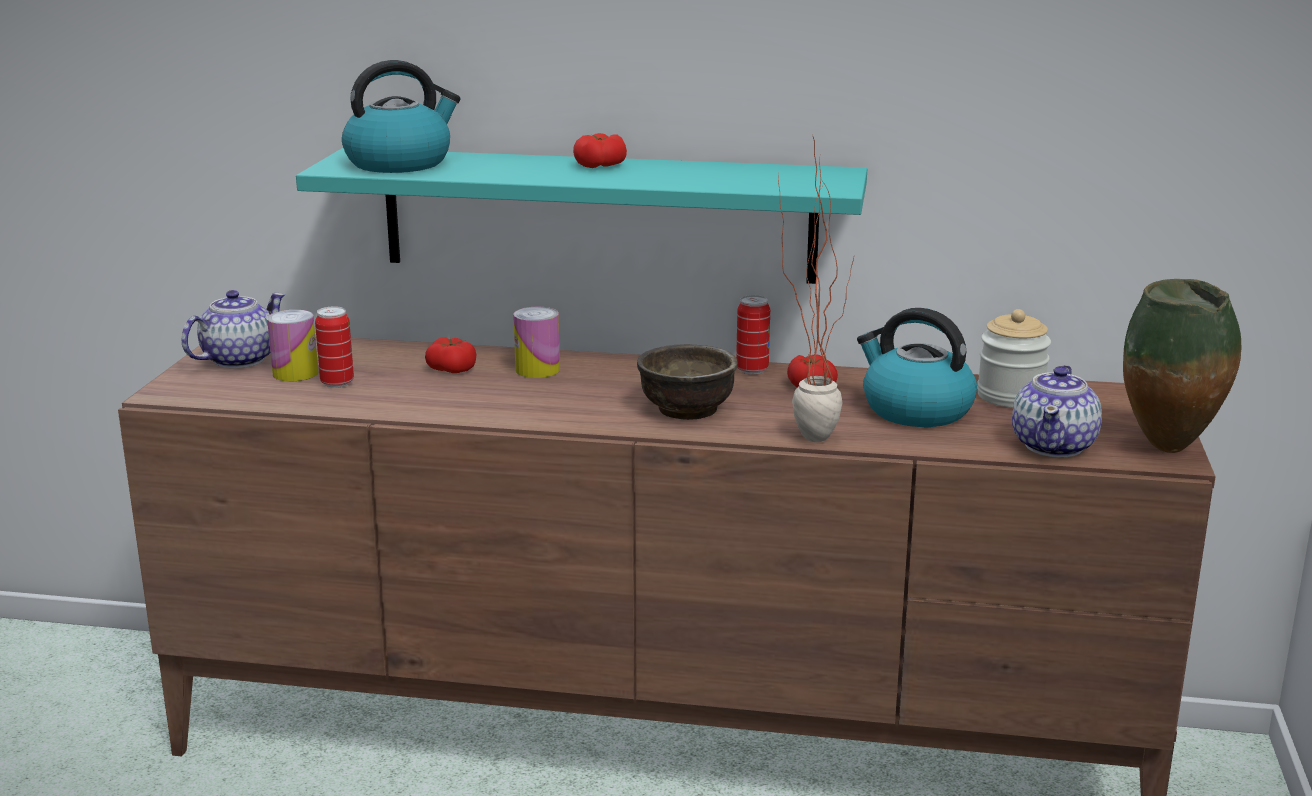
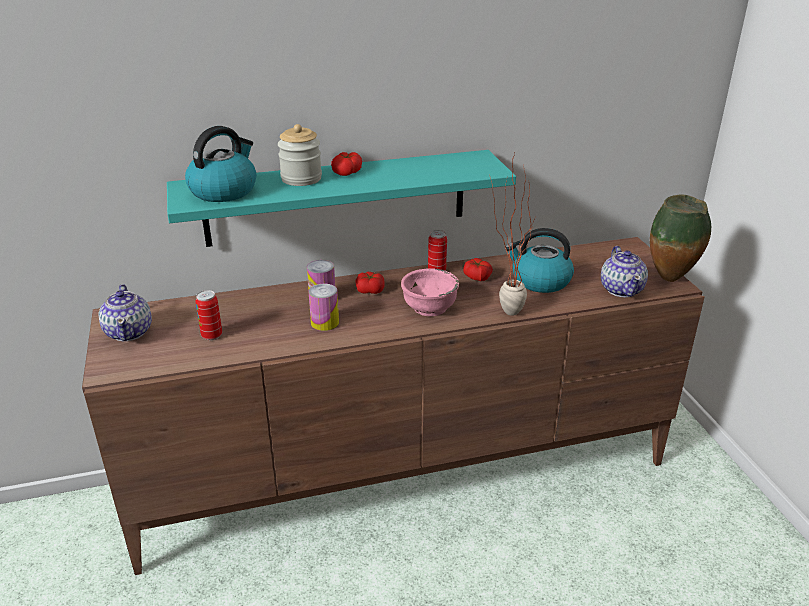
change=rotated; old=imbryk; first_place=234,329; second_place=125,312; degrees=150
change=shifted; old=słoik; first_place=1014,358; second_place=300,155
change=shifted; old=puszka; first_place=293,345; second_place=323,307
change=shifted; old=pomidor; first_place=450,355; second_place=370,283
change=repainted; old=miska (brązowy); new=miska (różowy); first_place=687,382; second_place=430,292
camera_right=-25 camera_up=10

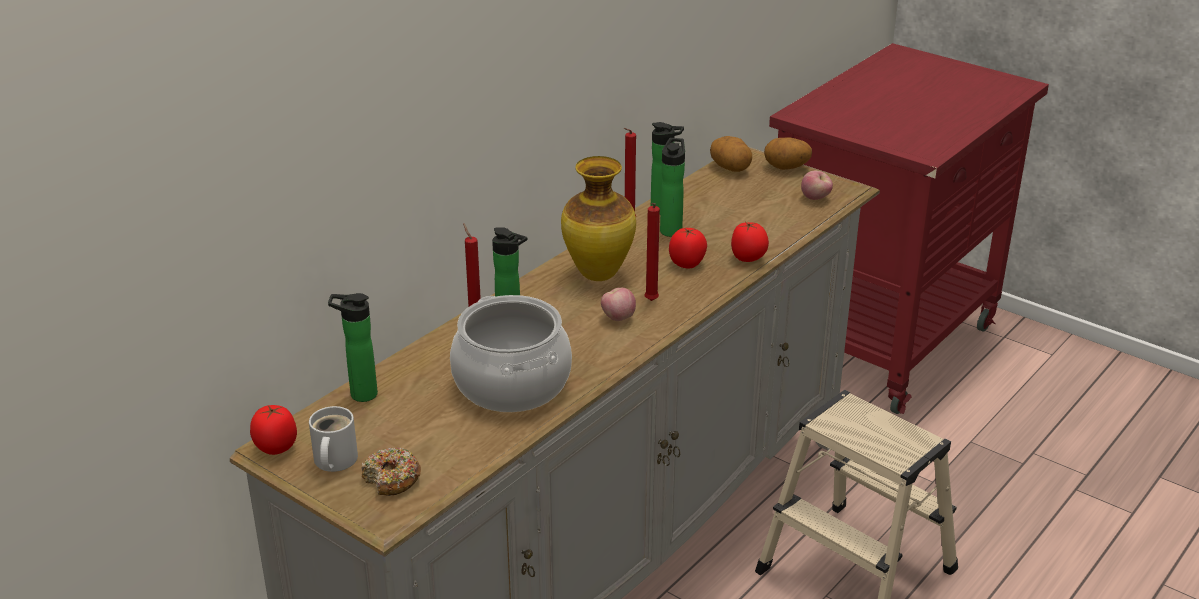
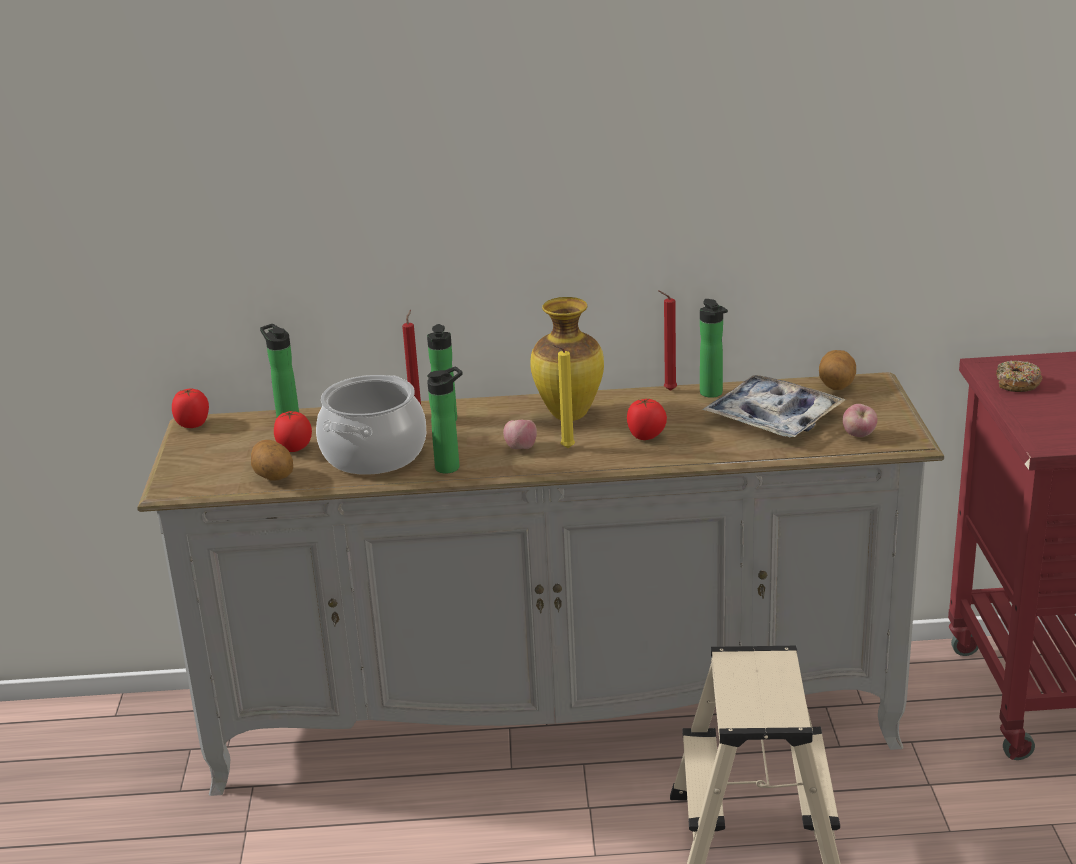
change=shifted; old=ziemniak; first_place=788,153; second_place=272,460
change=shifted; old=pomidor; first_place=750,242; second_place=293,431
change=shifted; old=butelka; first_place=672,187; second_place=445,420
change=repainted; old=świeca (czerwony); new=świeca (żółty); first_place=652,252; second_place=564,396
change=new; new=taca; second_place=774,406
change=shifted; old=donut; first_place=391,471; second_place=1019,376
change=gone; old=kubek (biały); first_place=333,439
camera_right=50 camera_up=-5

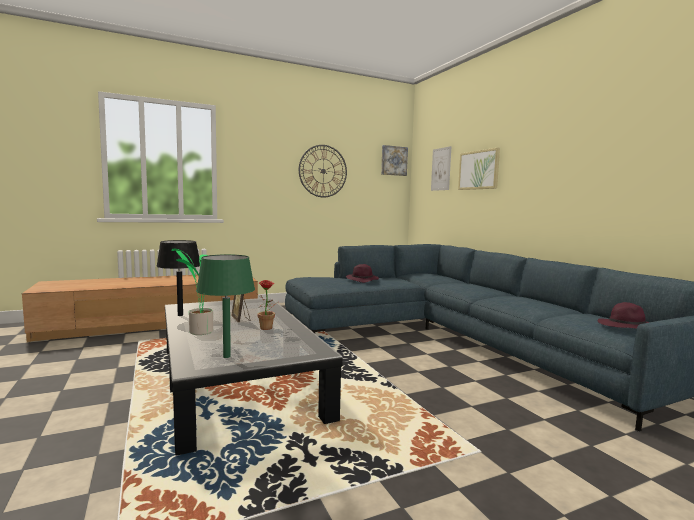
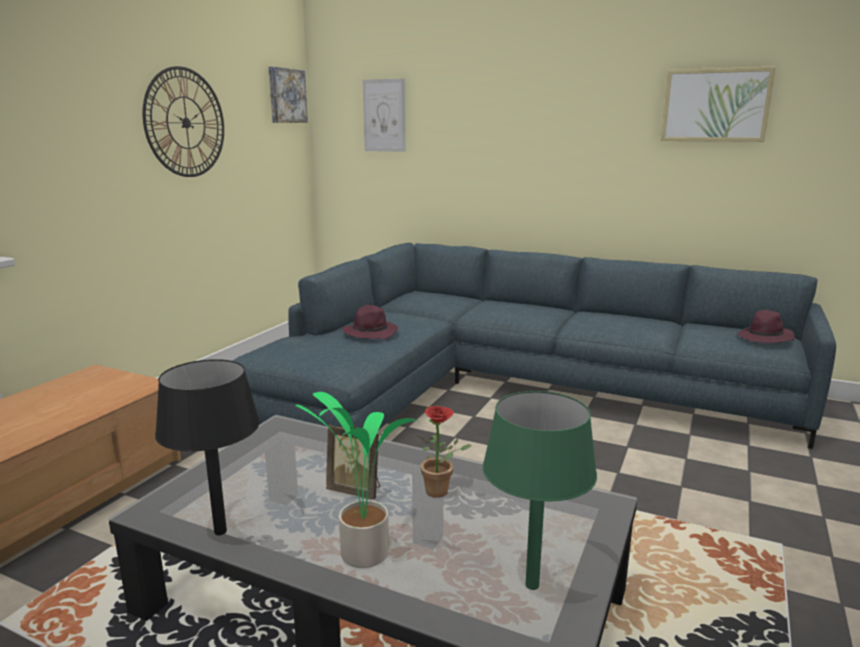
change=shifted; old=obraz; first_place=479,169; second_place=718,104
camera_right=-40 camera_up=10

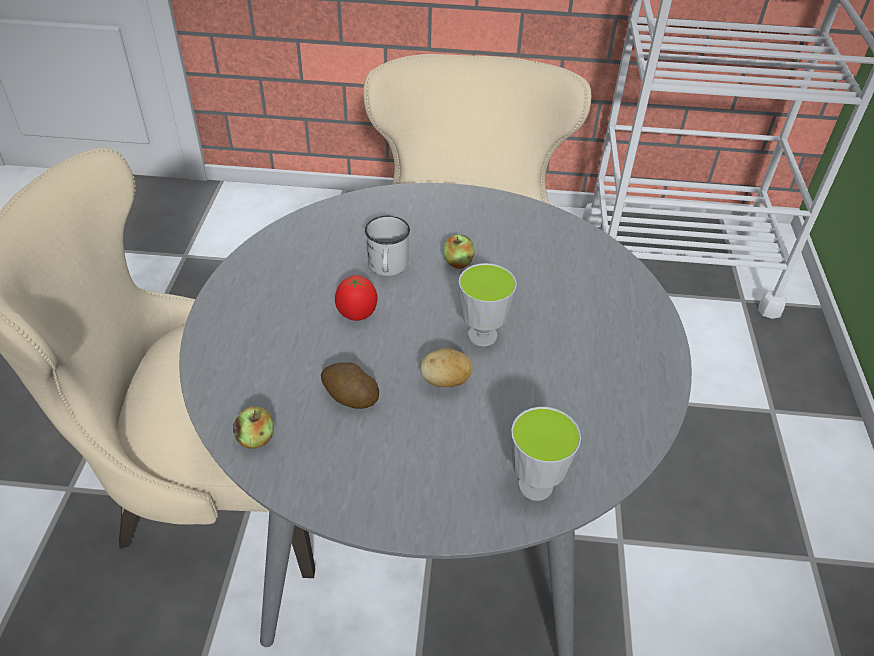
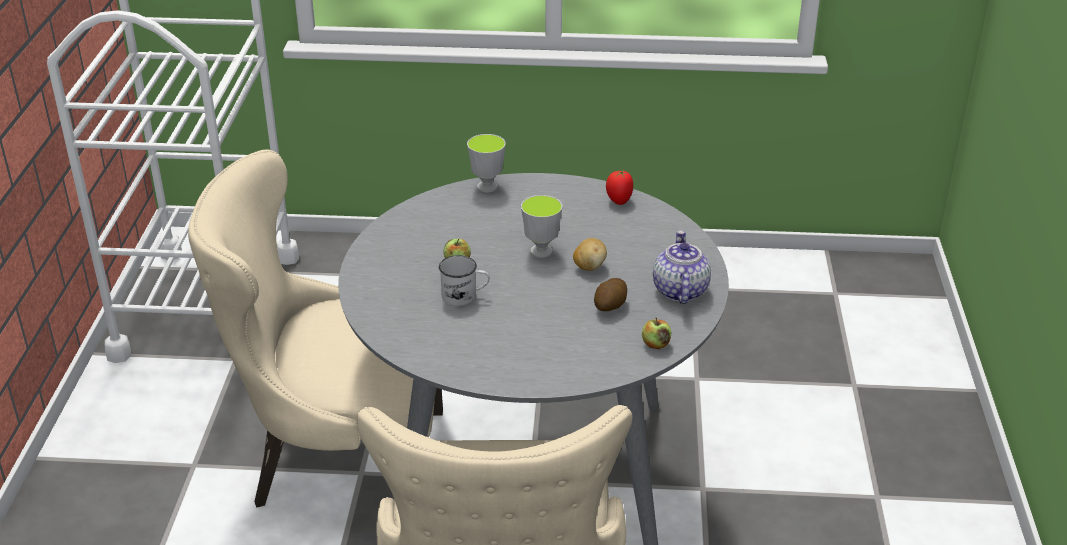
change=shifted; old=filiżanka; first_place=546,454; second_place=486,163
change=shifted; old=pomidor; first_place=356,298; second_place=619,187
change=new; new=imbryk; second_place=682,267
camera_right=-90 camera_up=-10

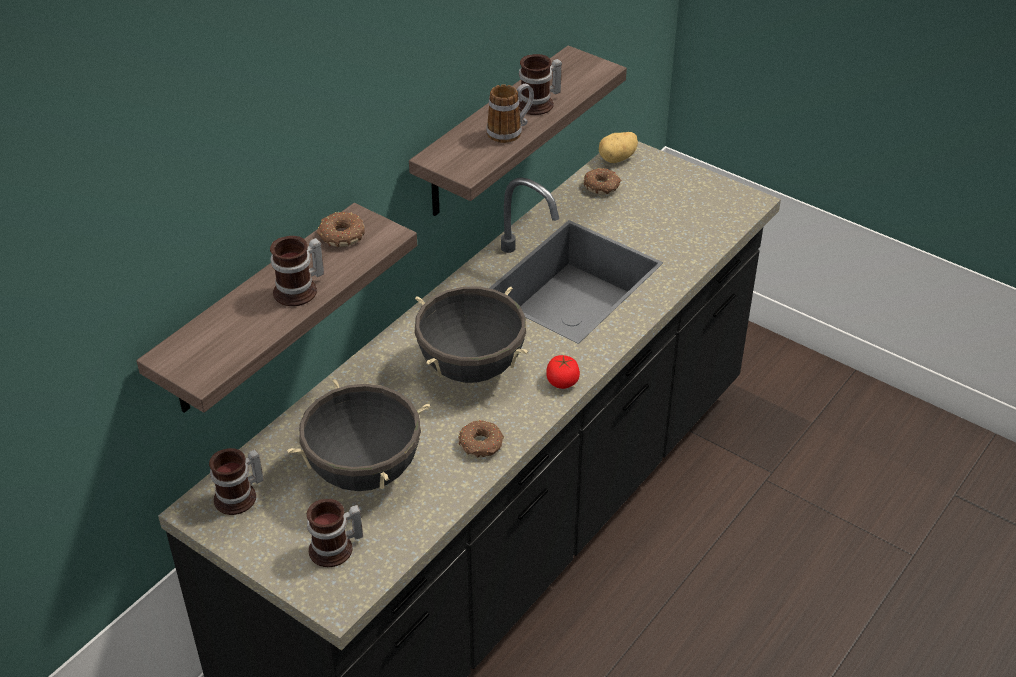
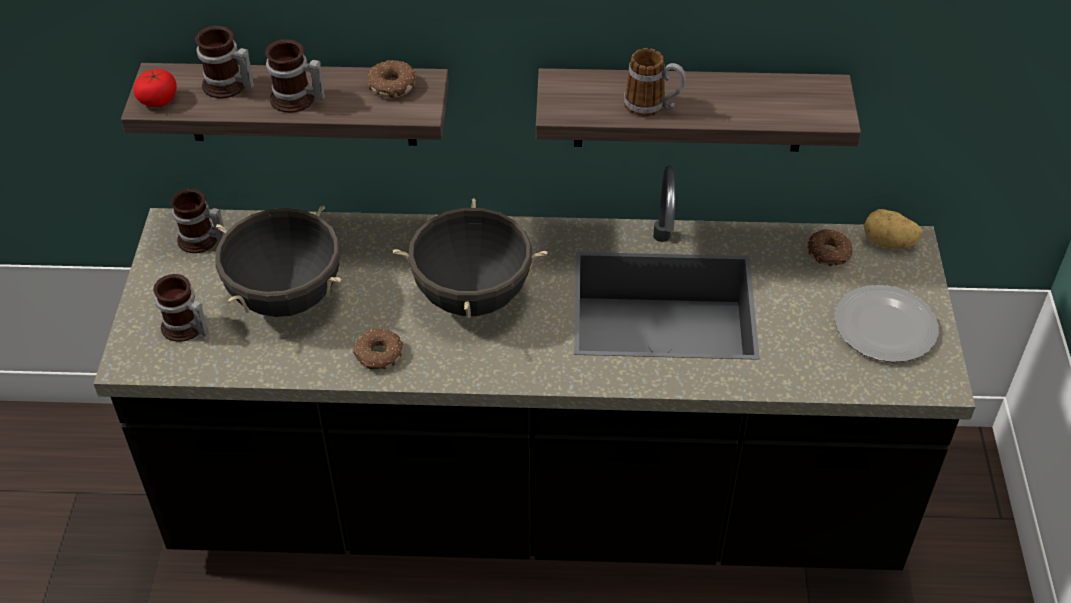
change=shifted; old=pomidor; first_place=563,372; second_place=155,88
change=shifted; old=kubek; first_place=540,84; second_place=224,62
change=new; new=talerz; second_place=887,323
camera_right=55 camera_up=5

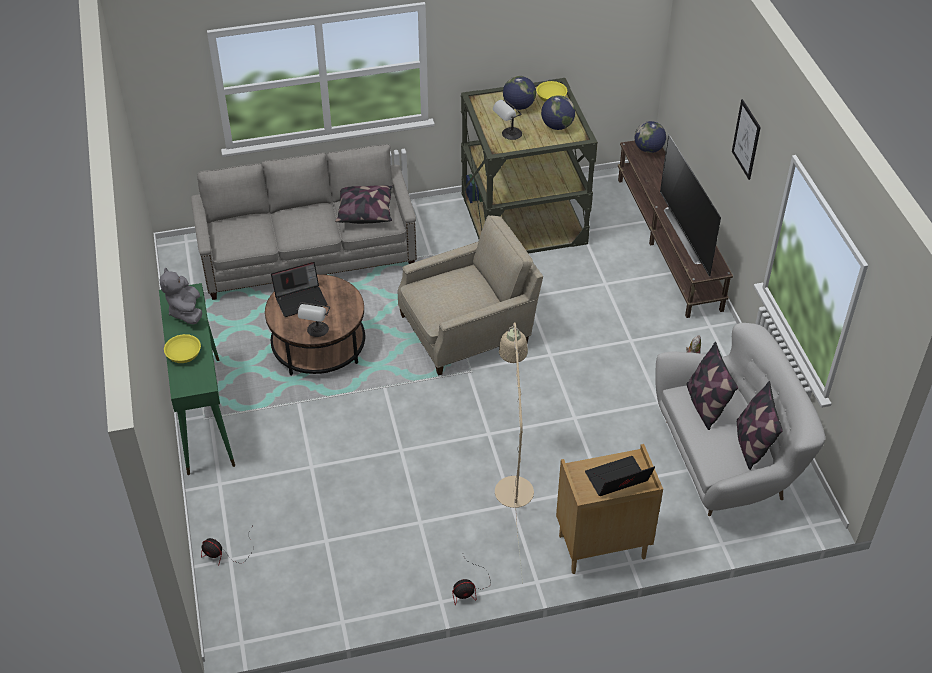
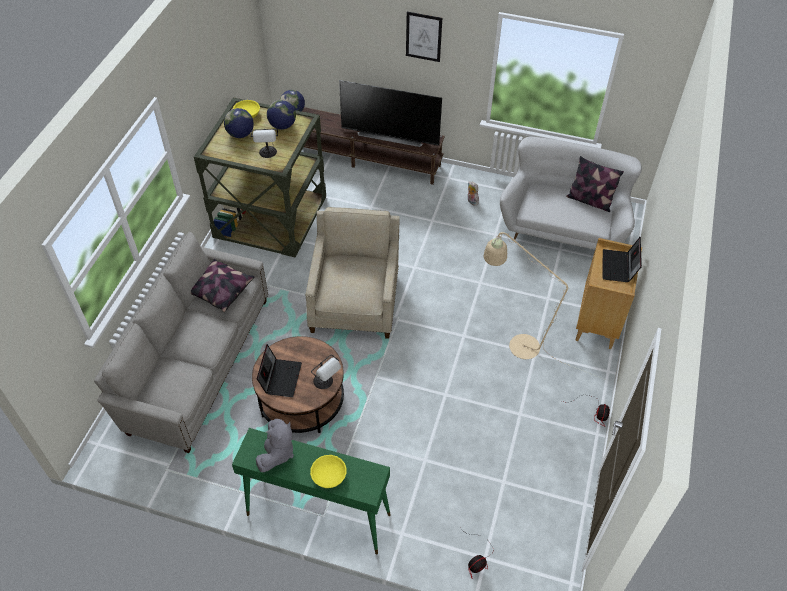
change=rotated; old=pluszak (szary); first_place=181,296; second_place=275,445; degrees=-90
change=gone; old=poduszka; first_place=712,386
camera_right=-60 camera_up=5

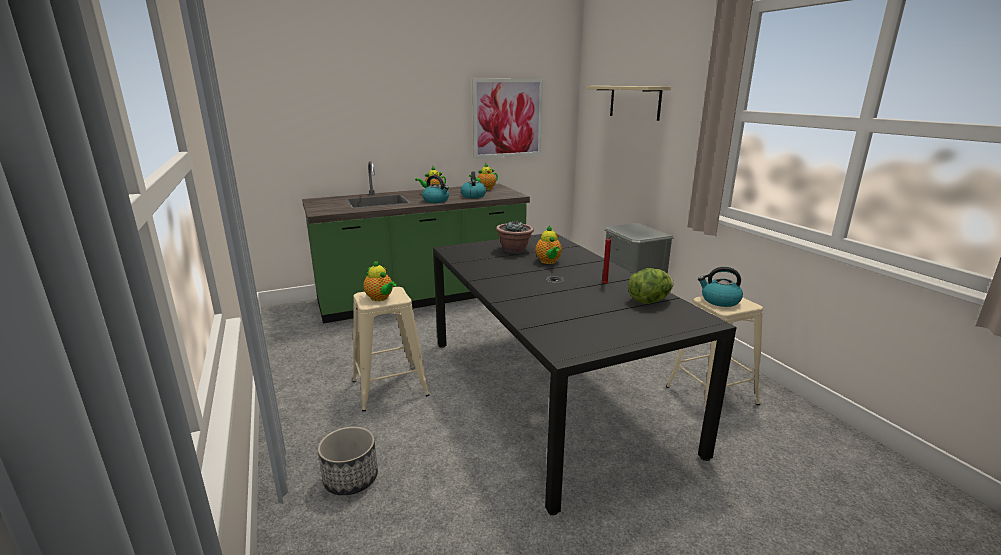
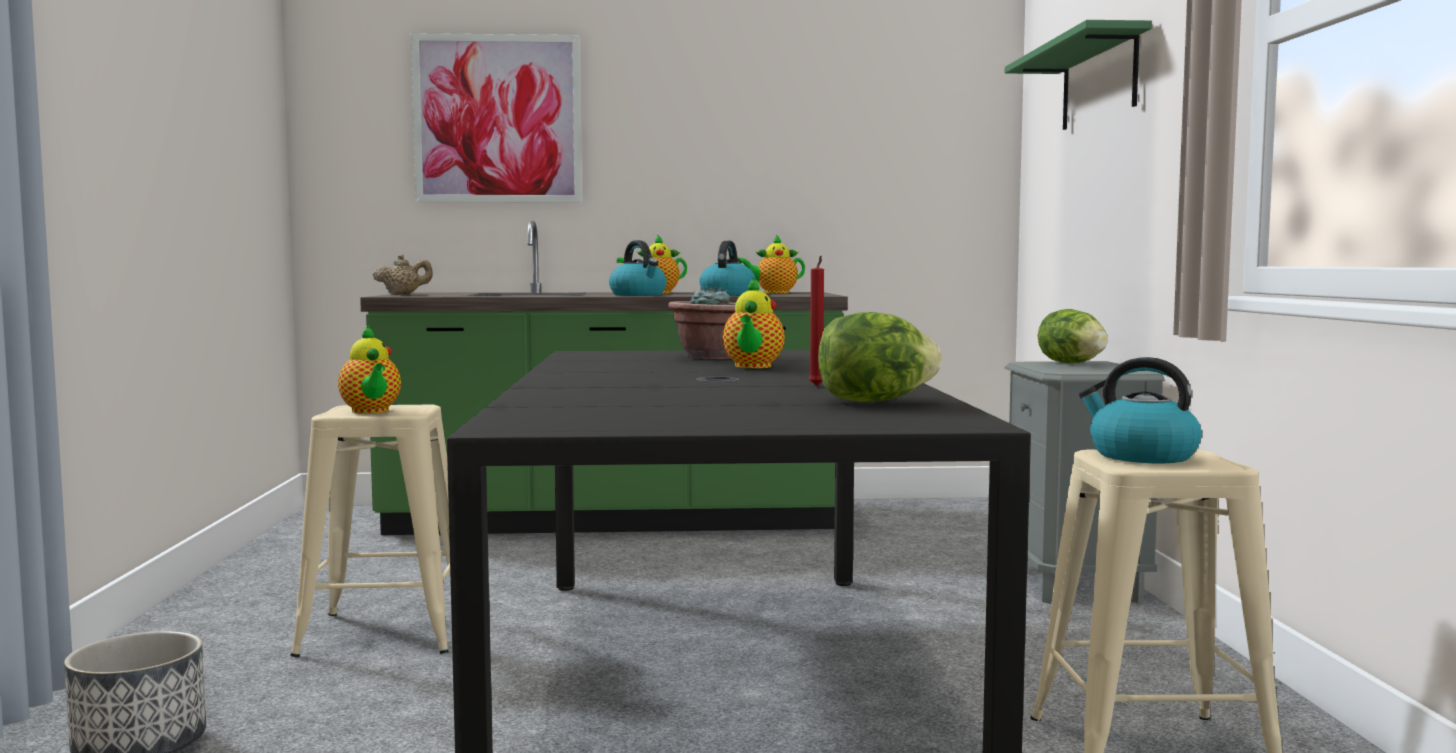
change=new; new=imbryk (beżowy); second_place=403,274
change=shifted; old=obraz; first_place=507,119; second_place=496,118
change=repainted; old=półka (beżowy); new=półka (zielony); first_place=628,103; second_place=1078,75
change=new; new=sałata; second_place=1073,336
camera_right=20 camera_up=-15

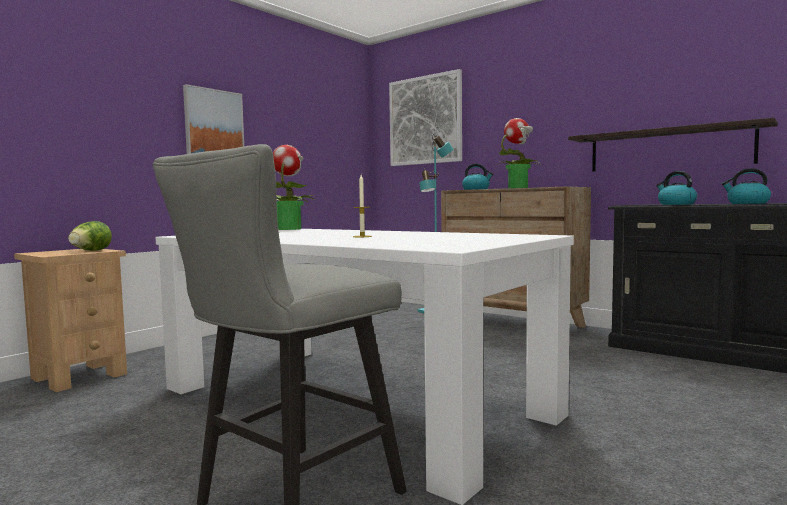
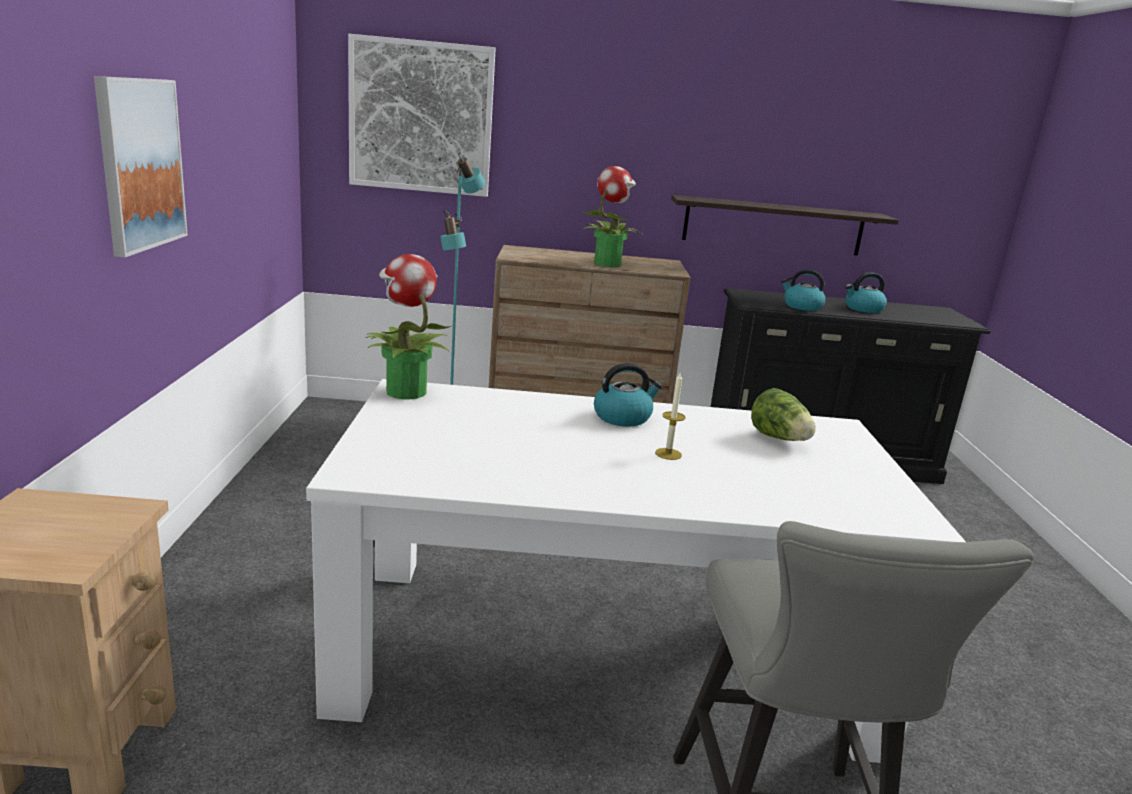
change=shifted; old=czajnik; first_place=477,177; second_place=628,395
change=shifted; old=sałata; first_place=90,236; second_place=783,414
camera_right=-40 camera_up=15

